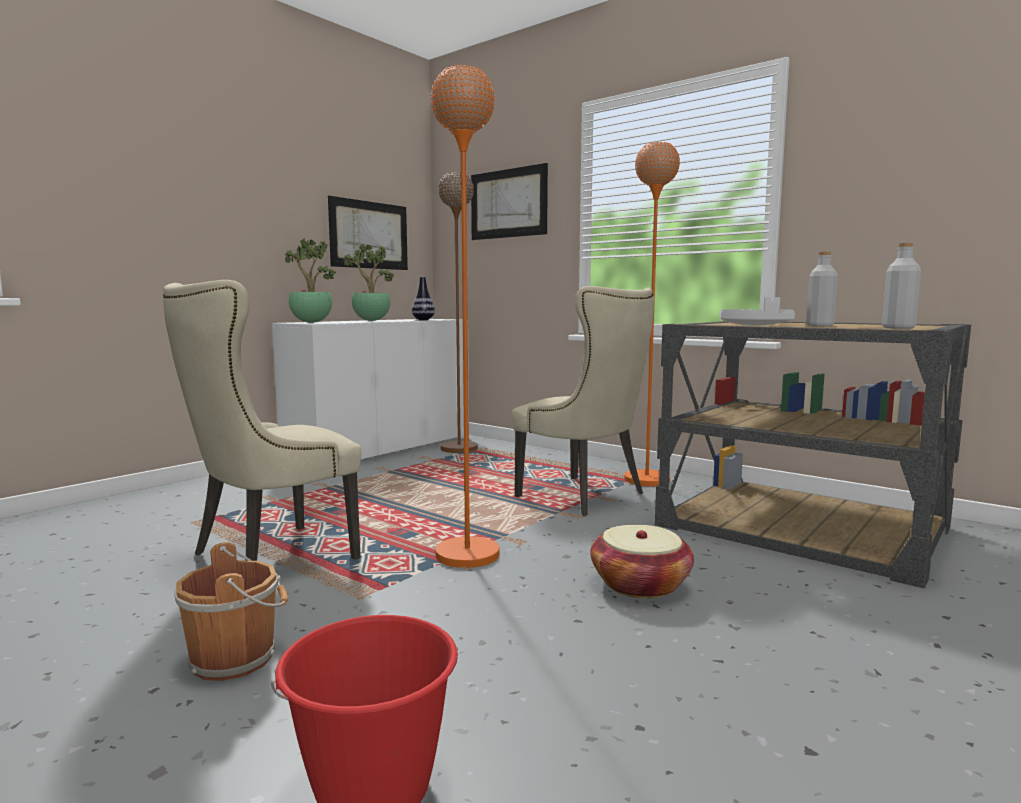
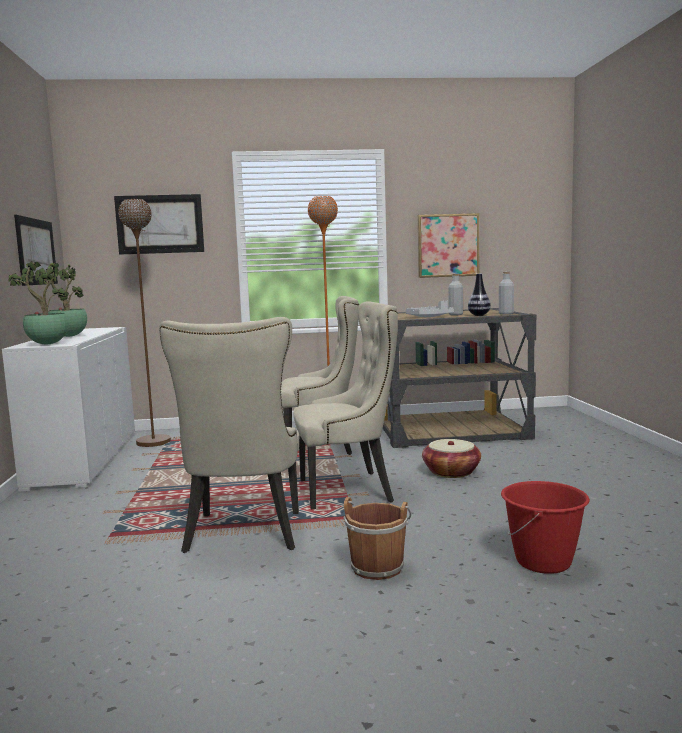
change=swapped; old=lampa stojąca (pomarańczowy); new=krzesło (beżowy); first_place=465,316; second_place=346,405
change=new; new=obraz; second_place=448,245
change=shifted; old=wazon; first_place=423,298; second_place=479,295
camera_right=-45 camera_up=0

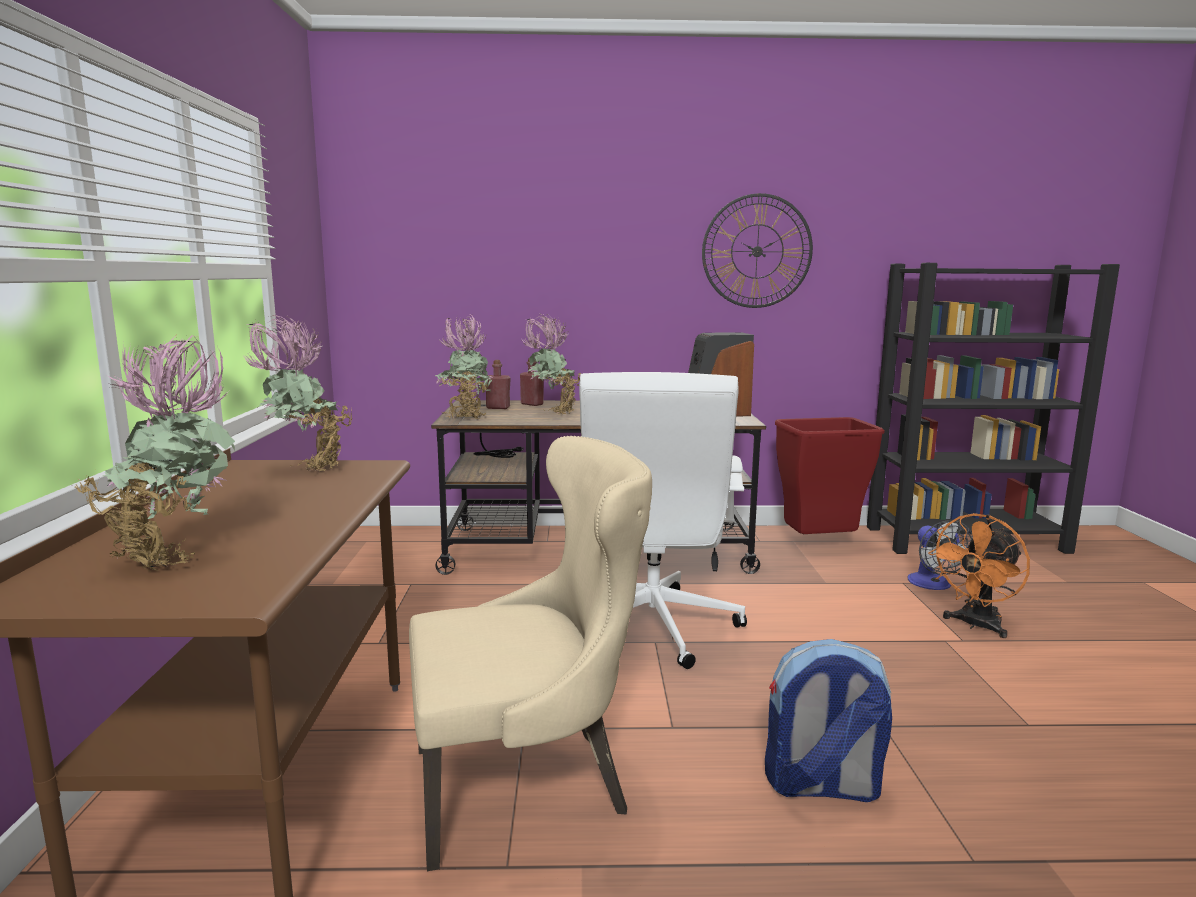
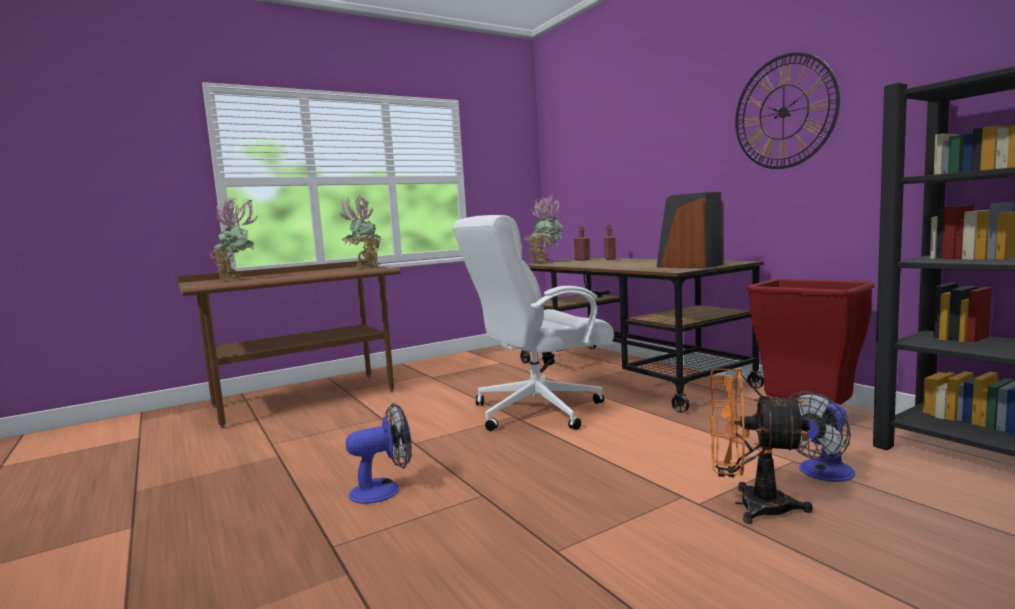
change=swapped; old=plecak; new=wentylator; first_place=828,720; second_place=378,453
change=gone; old=krzesło (beżowy); first_place=530,653
change=gone; old=roślina doniczkowa; first_place=551,364
camera_right=60 camera_up=-5

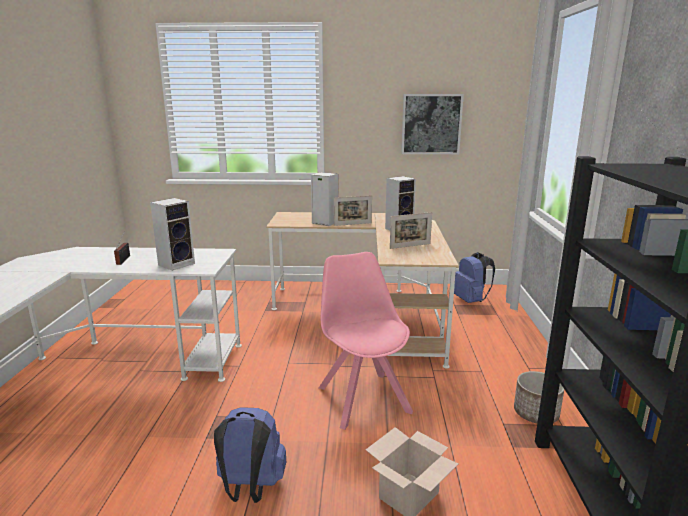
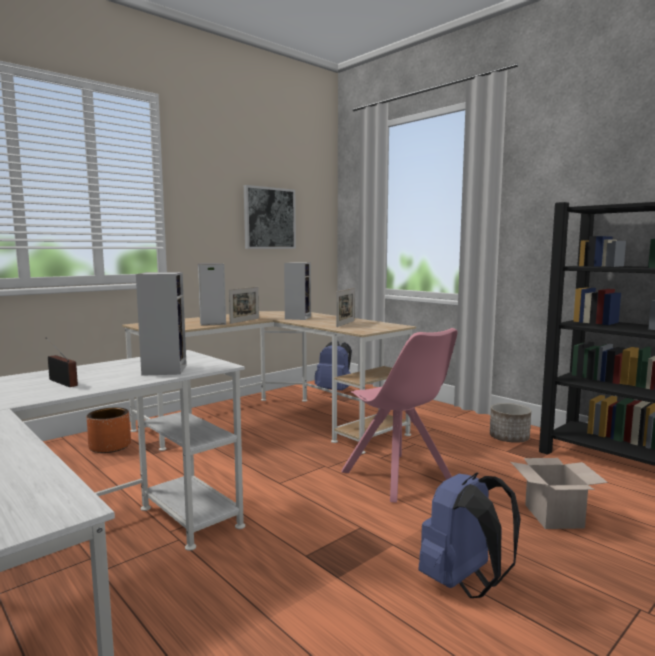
change=new; new=donica (pomarańczowy); second_place=109,430
change=rotated; old=krzesło (różowy); first_place=366,341; second_place=399,415; degrees=-150
camera_right=-45 camera_up=-10

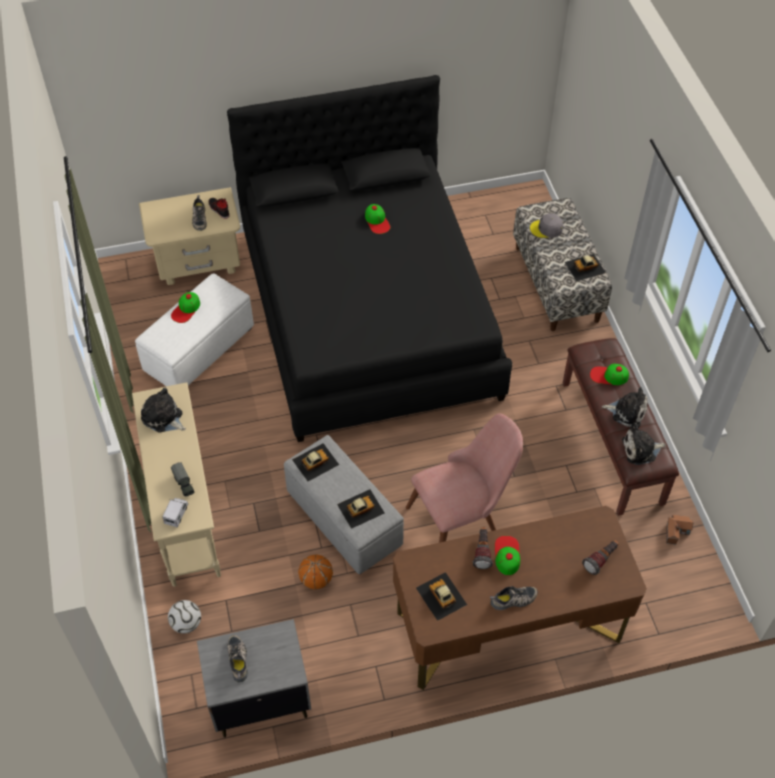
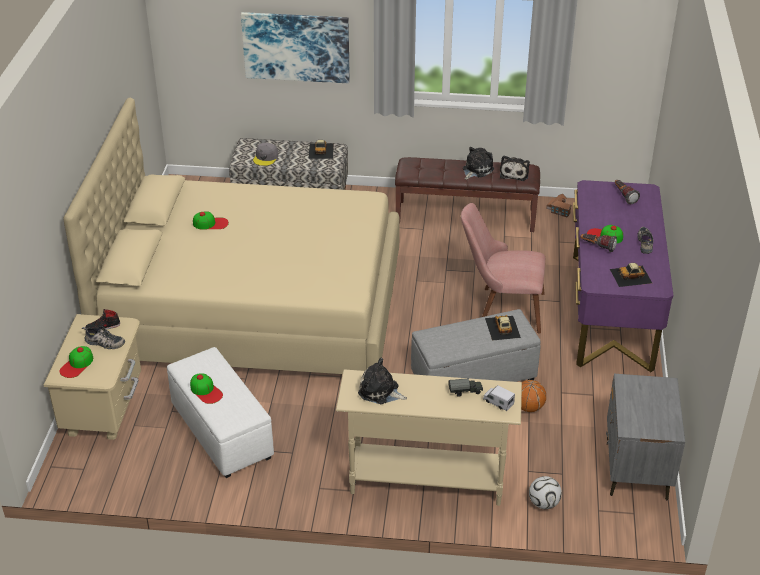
change=shifted; old=czapka z daszkiem; first_place=609,374; second_place=76,362
change=repainted; old=łóżko (czarny); new=łóżko (beżowy); first_place=369,258; second_place=231,236
change=new; new=obraz; second_place=295,47
change=rotated; old=pluszak; first_place=163,410; second_place=382,381; degrees=60
change=rotated; old=krzesło (różowy); first_place=464,478; second_place=503,268; degrees=-75
change=repainted; old=biurko (brązowy); new=biurko (fioletowy); first_place=520,598; second_place=623,276
change=gone; old=but; first_place=237,658
change=gone; old=samochodzik; first_place=315,462
camera_right=-70 camera_up=-15

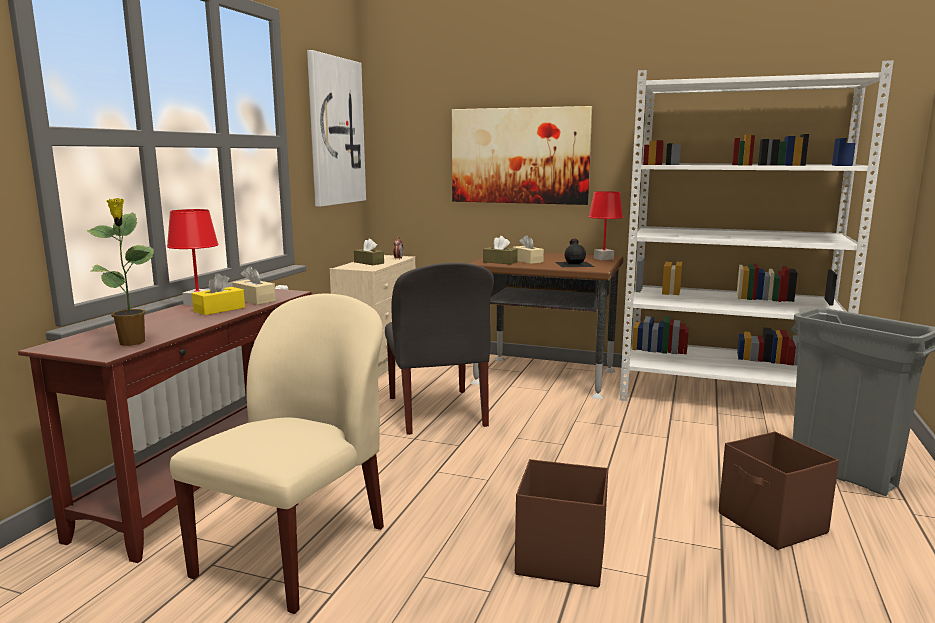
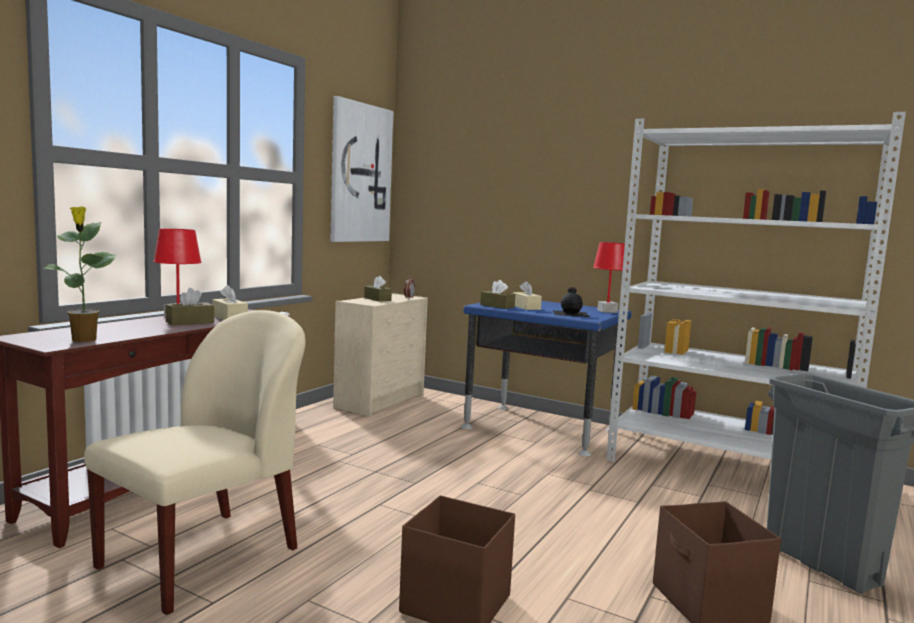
change=repainted; old=pudełko chusteczek (żółty); new=pudełko chusteczek (brązowy); first_place=218,294; second_place=190,306
change=repainted; old=biurko (brązowy); new=biurko (niebieski); first_place=546,326; second_place=546,378
change=gone; old=krzesło (szary); first_place=439,349
change=gone; old=obraz; first_place=522,155
camera_right=10 camera_up=-5

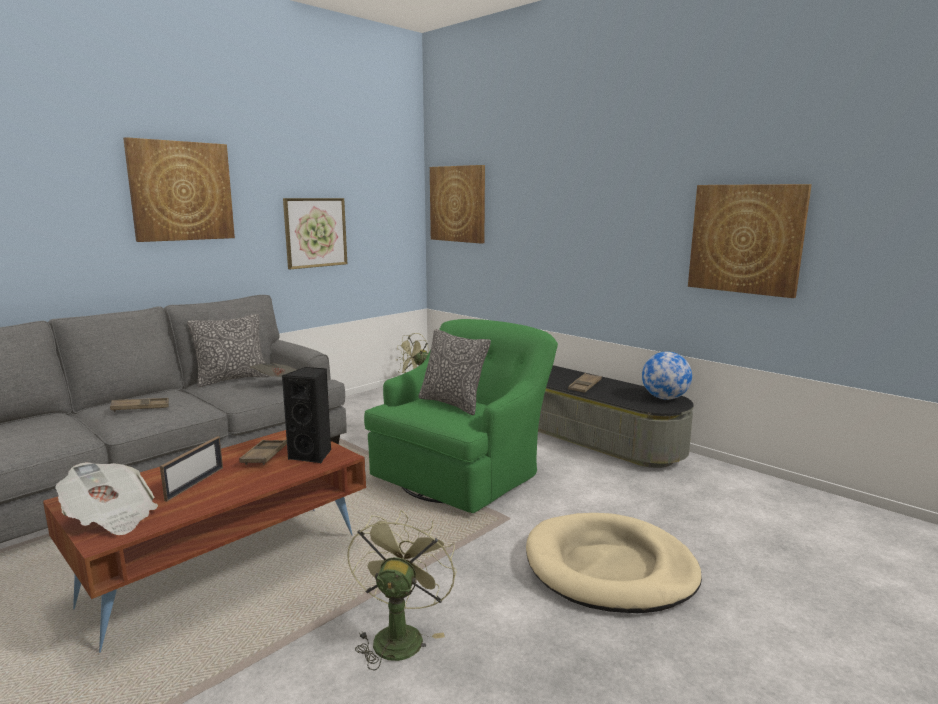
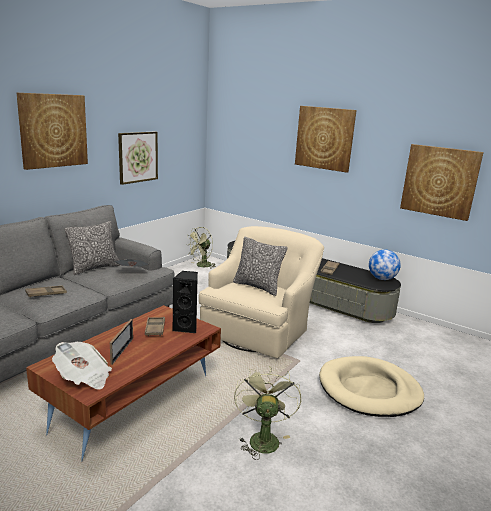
change=repainted; old=fotel (zielony); new=fotel (beżowy); first_place=461,416; second_place=261,292
change=shifted; old=obraz; first_place=457,204; second_place=326,139
camera_right=-10 camera_up=5

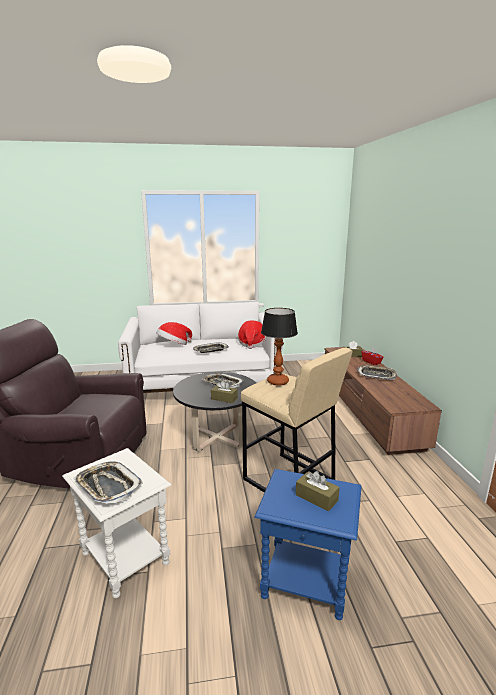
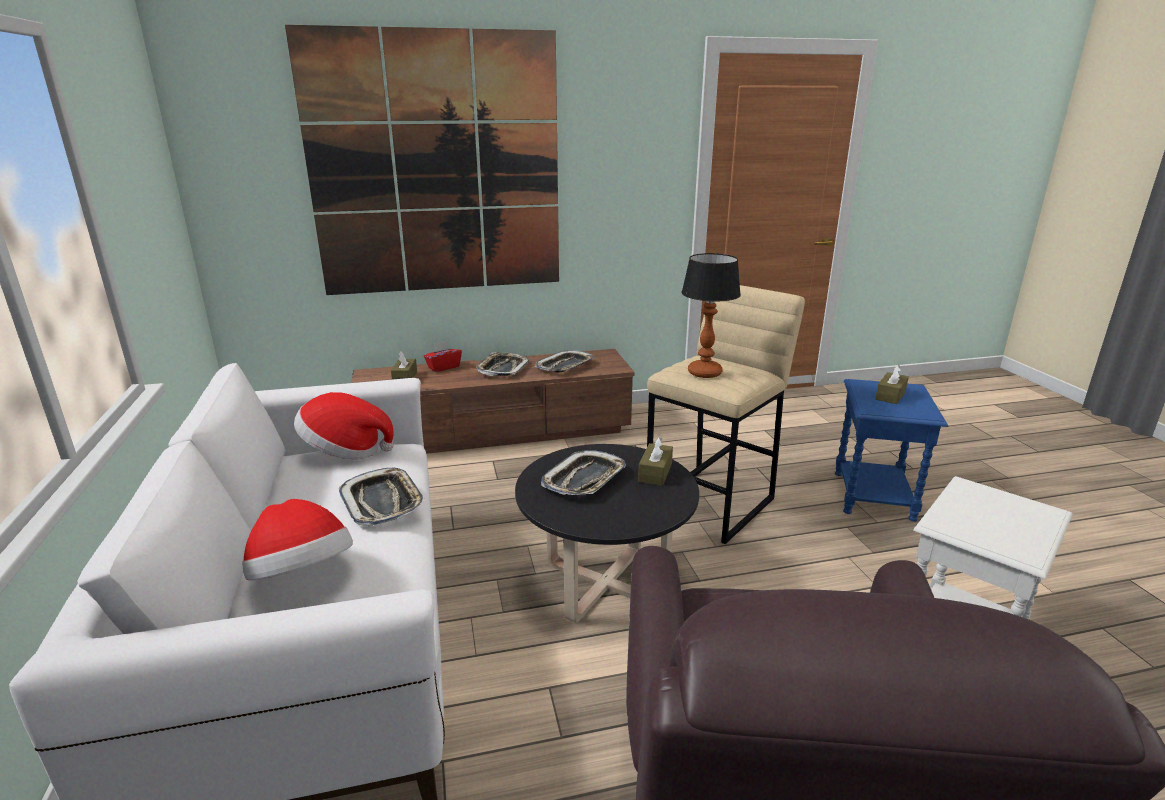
change=new; new=obraz; second_place=422,160
change=shifted; old=taca; first_place=108,482; second_place=564,361
camera_right=-95 camera_up=5

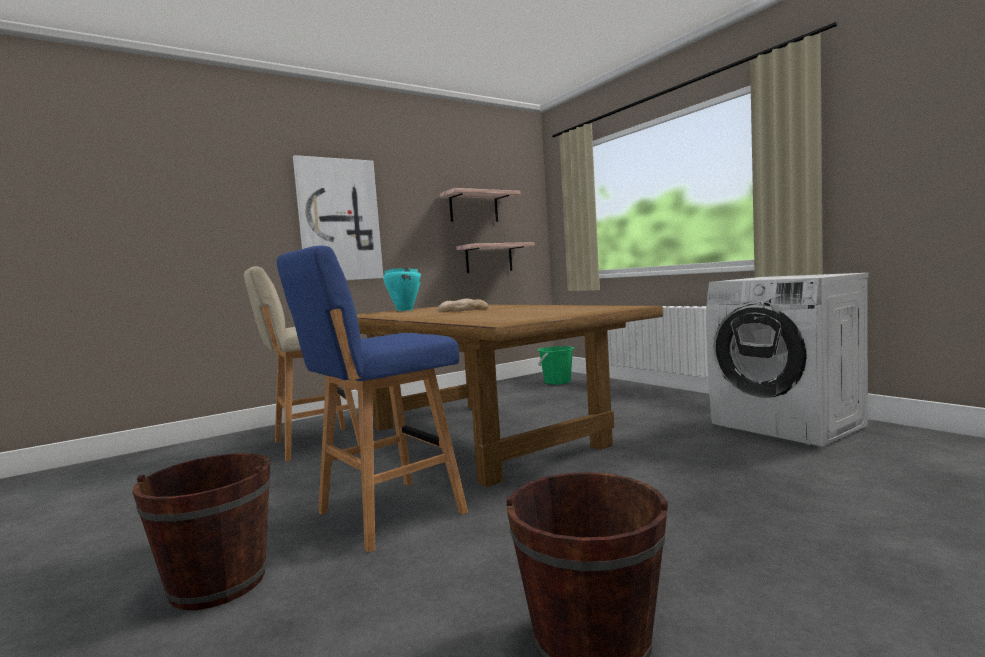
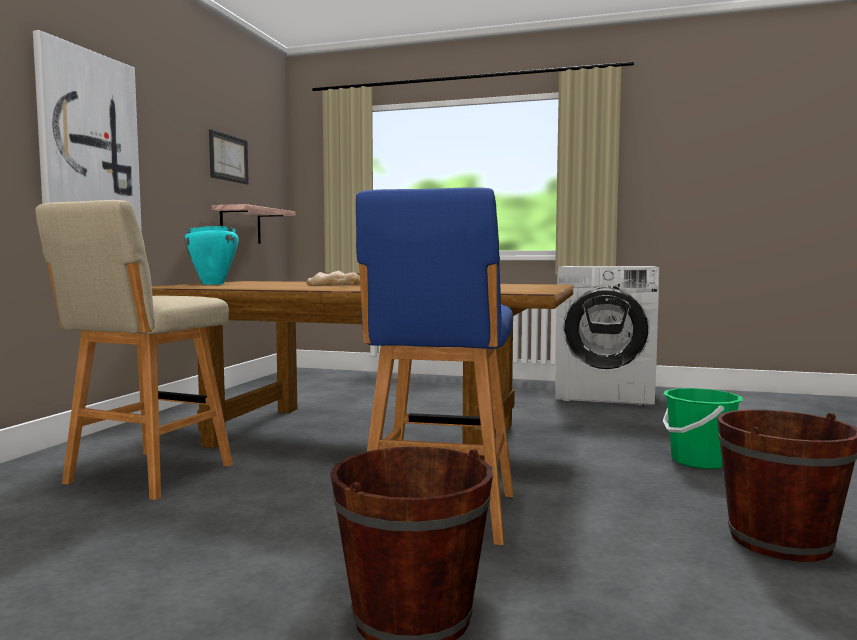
change=swapped; old=półka; new=obraz; first_place=480,205; second_place=229,157
change=shifted; old=wiadro (zielony); first_place=556,365; second_place=703,428
camera_right=-40 camera_up=0

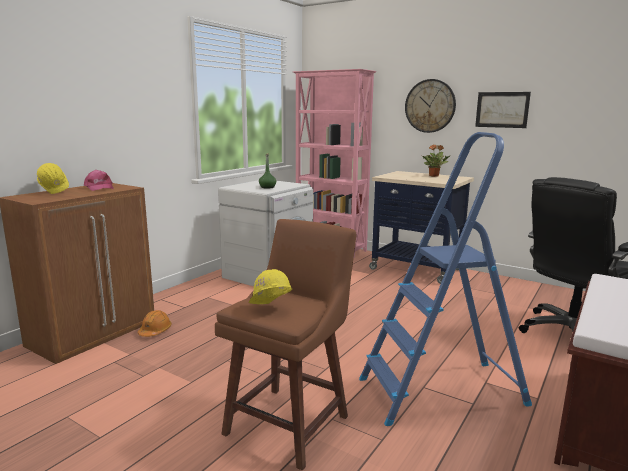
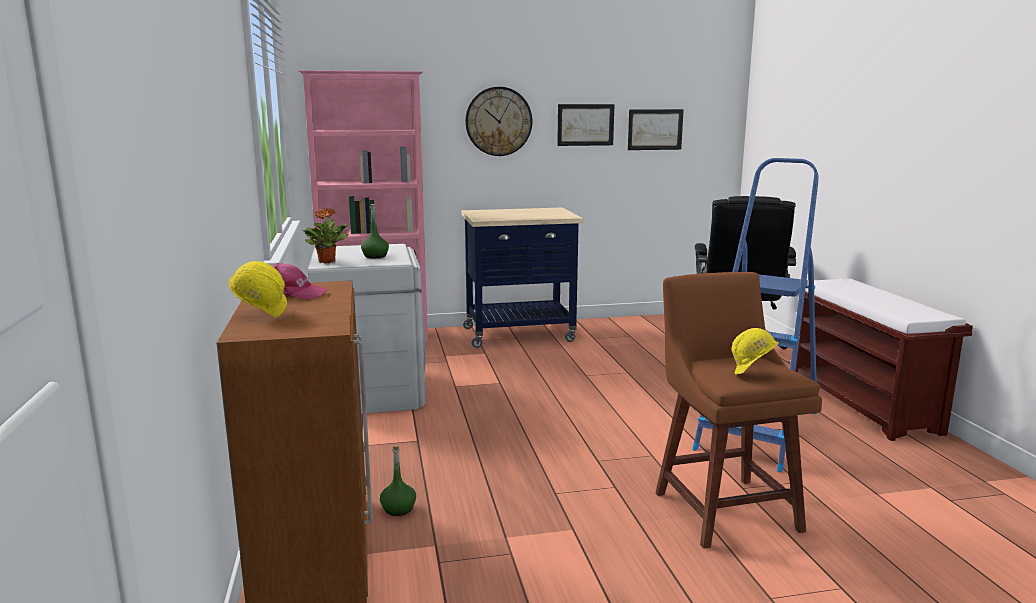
change=shifted; old=roślina doniczkowa; first_place=436,161; second_place=326,235
change=swapped; old=kask (pomarańczowy); new=butelka (zielony); first_place=155,323; second_place=398,480
change=new; new=obraz; second_place=656,129
camera_right=-45 camera_up=0

